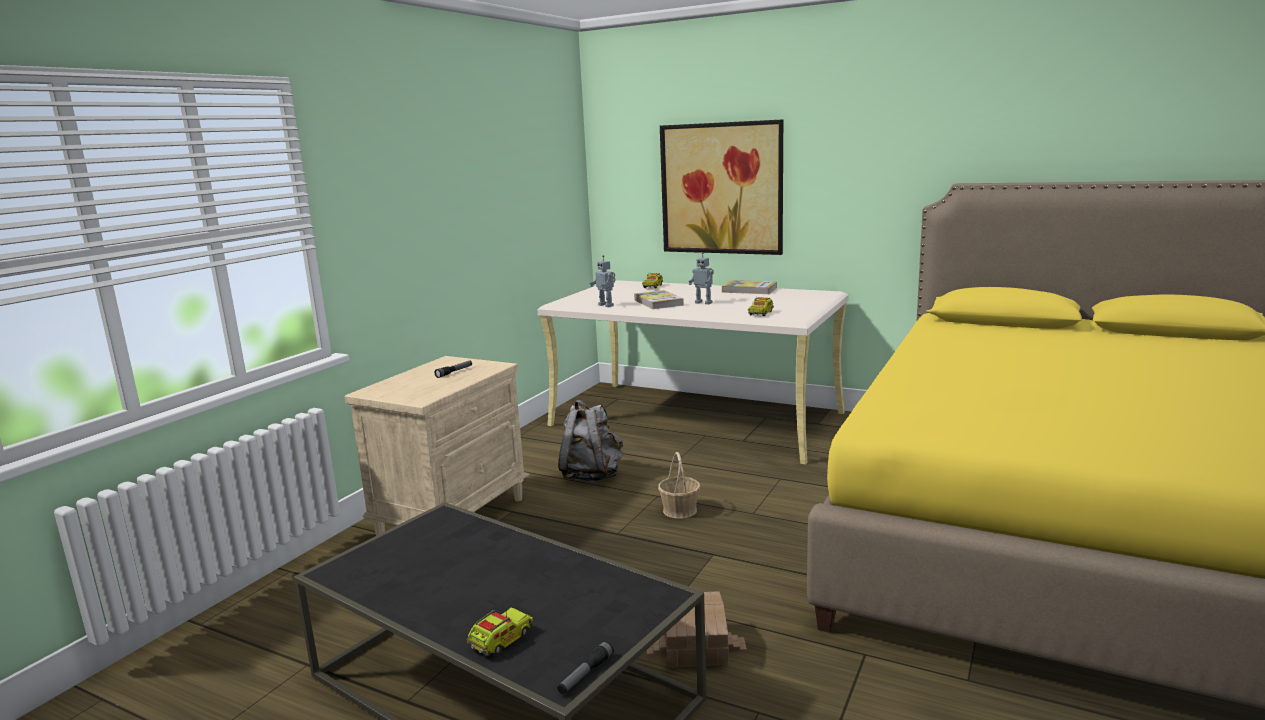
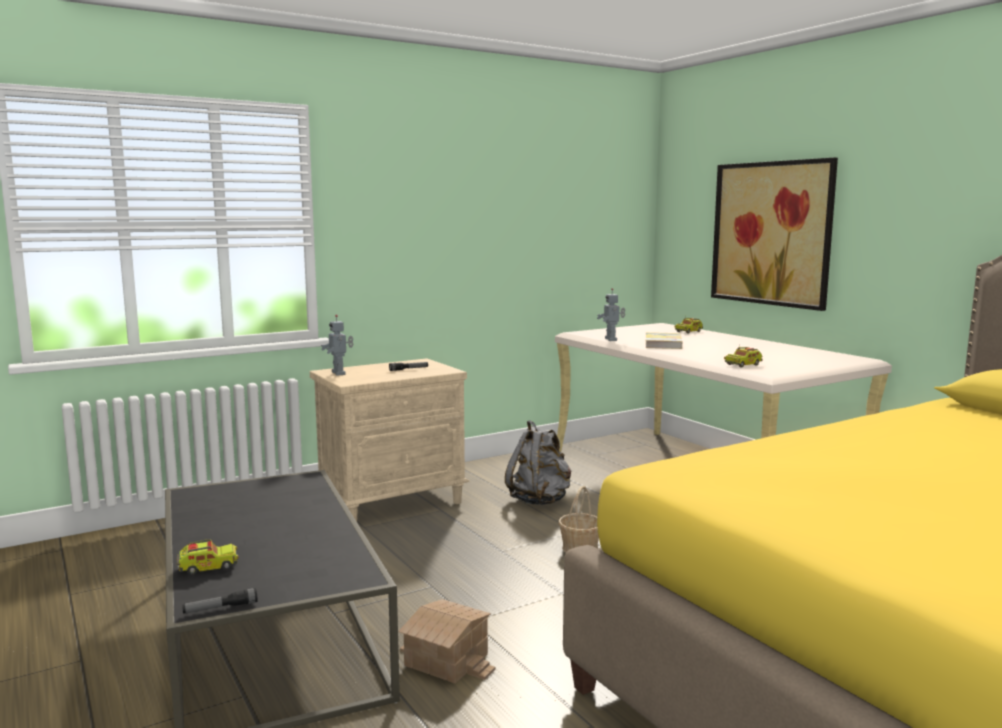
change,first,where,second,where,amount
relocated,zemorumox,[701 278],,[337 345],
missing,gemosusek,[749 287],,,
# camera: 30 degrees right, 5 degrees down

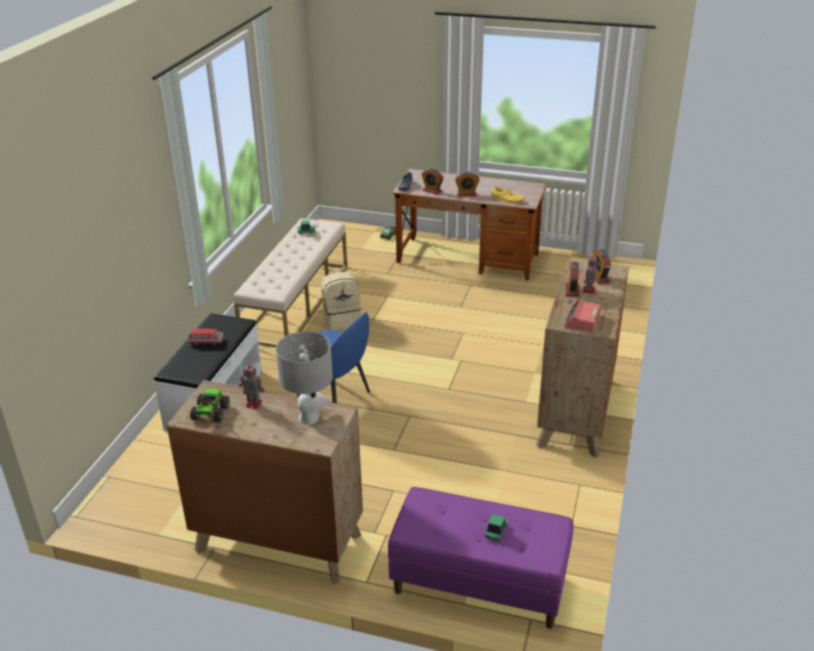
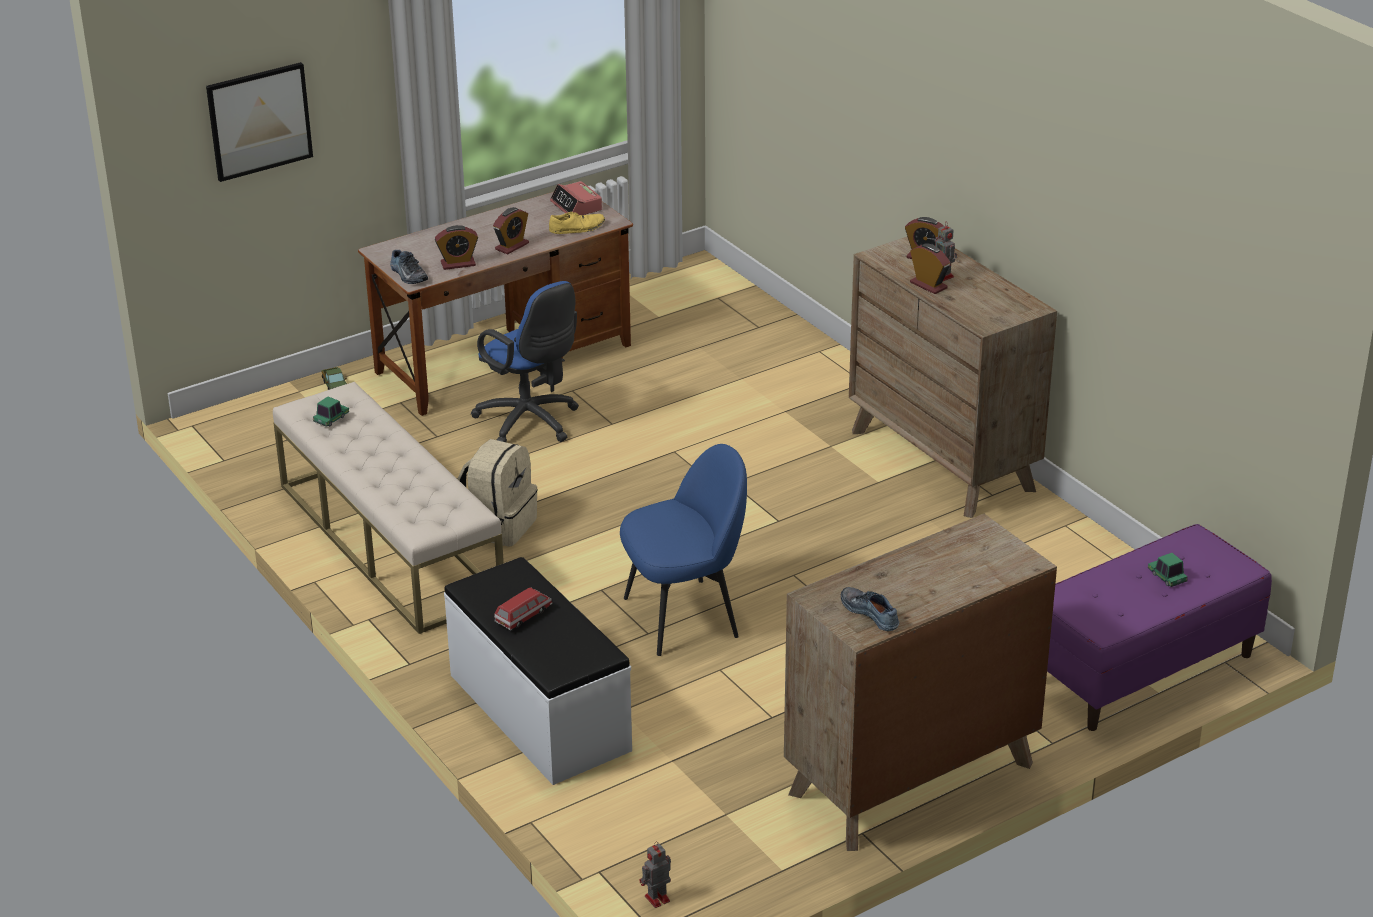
change,first,where,second,where,amount
relocated,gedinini,[582 315],,[576 198],
missing,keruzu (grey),[304 378],,,
relocated,zemorumox,[251 385],,[655 875],
exchanged,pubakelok,[209 405],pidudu,[870 609],
appeared,,,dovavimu,[259 122],
appeared,,,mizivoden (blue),[525 361],
# camera: 50 degrees left, 0 degrees up

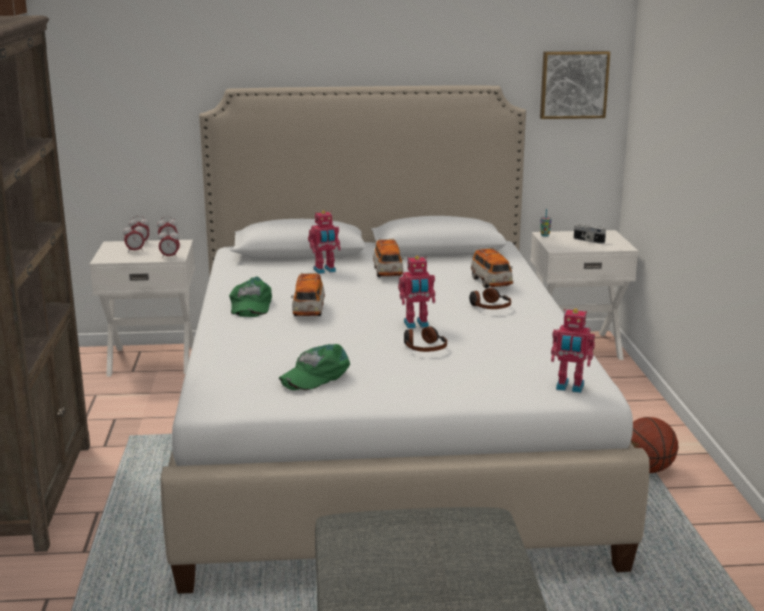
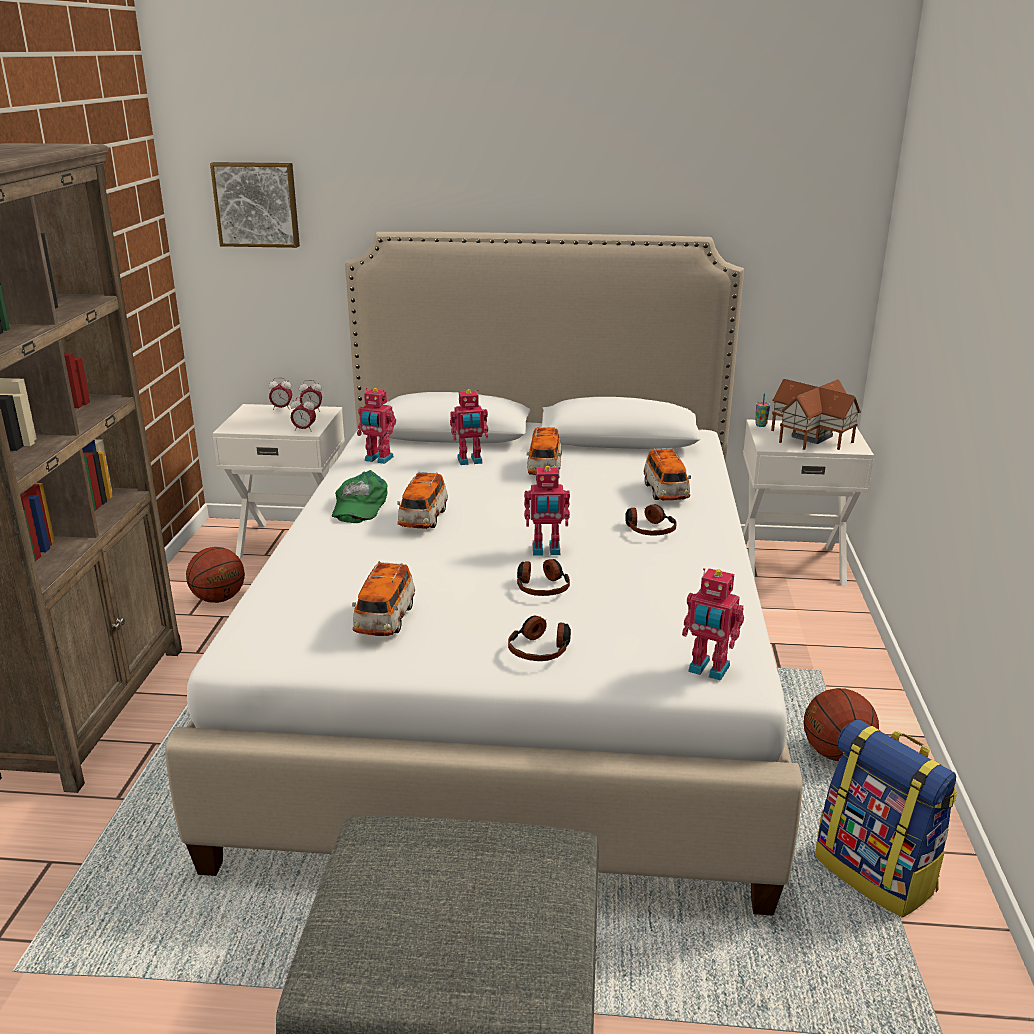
change,first,where,second,where,amount
relocated,dovavimu,[575 85],,[255 205],
missing,gedinini,[134 238],,,
exchanged,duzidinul,[590 234],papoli,[816 414],
exchanged,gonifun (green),[314 367],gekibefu,[383 598],
appeared,,,zemorumox,[376 426],
appeared,,,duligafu,[215 575],
appeared,,,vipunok,[539 638],
appeared,,,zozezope,[886 819],
# camera: 10 degrees right, 5 degrees up

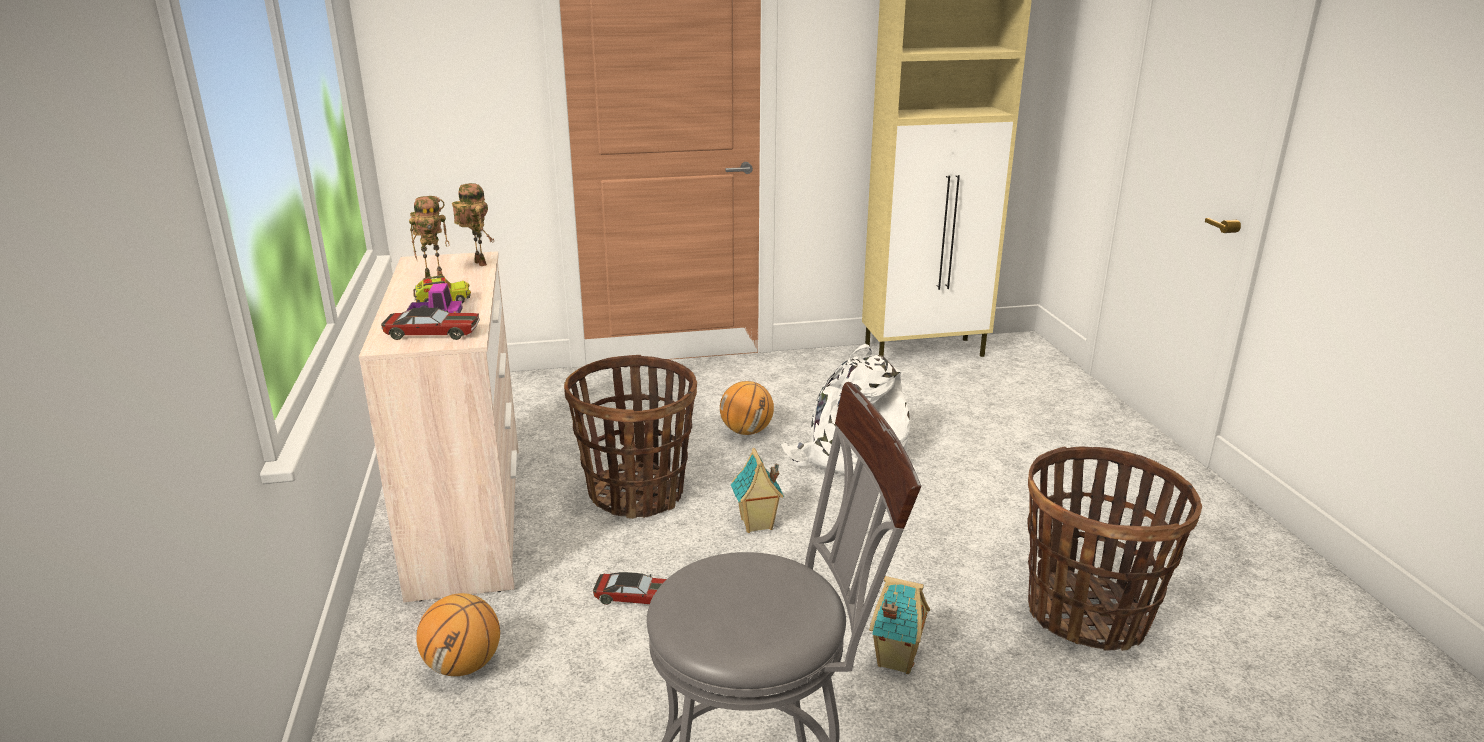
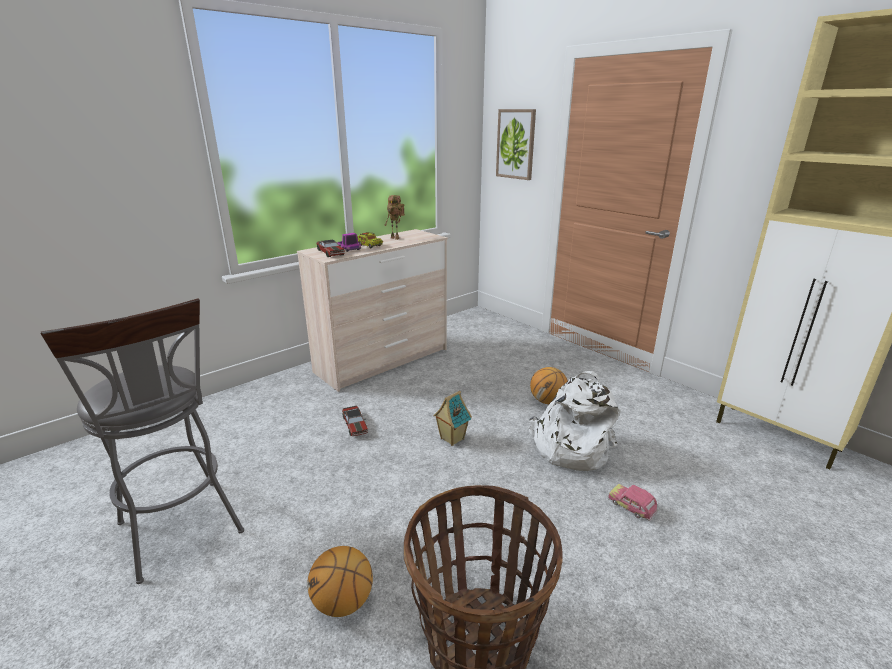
change,first,where,second,where,amount
missing,zemorumox,[473 224],,,
missing,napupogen,[630 437],,,
missing,papoli,[899 625],,,
relocated,duligafu,[458 634],,[340 581],
appeared,,,dovavimu,[516 144],
appeared,,,gekibefu,[633 502],
# camera: 60 degrees right, 0 degrees up

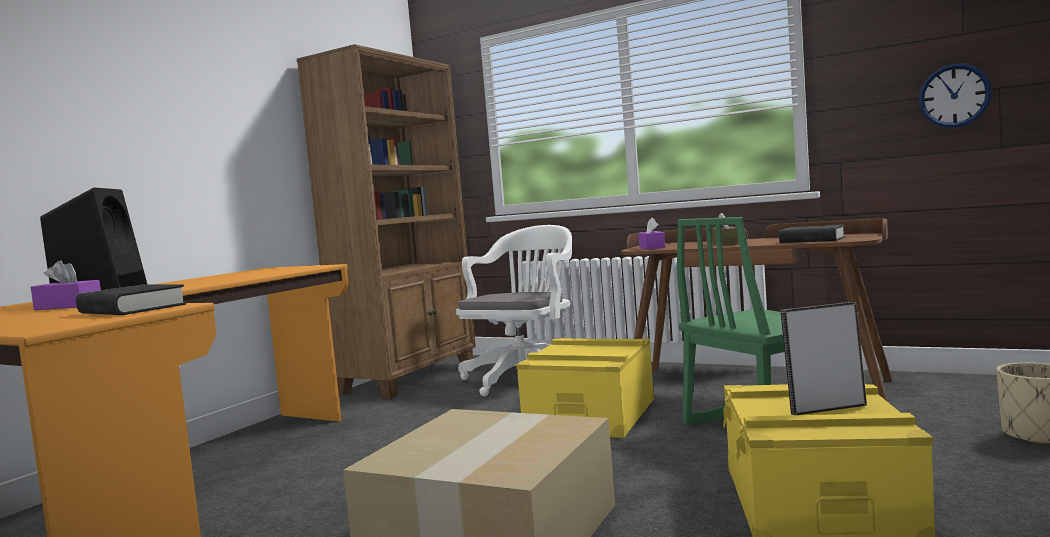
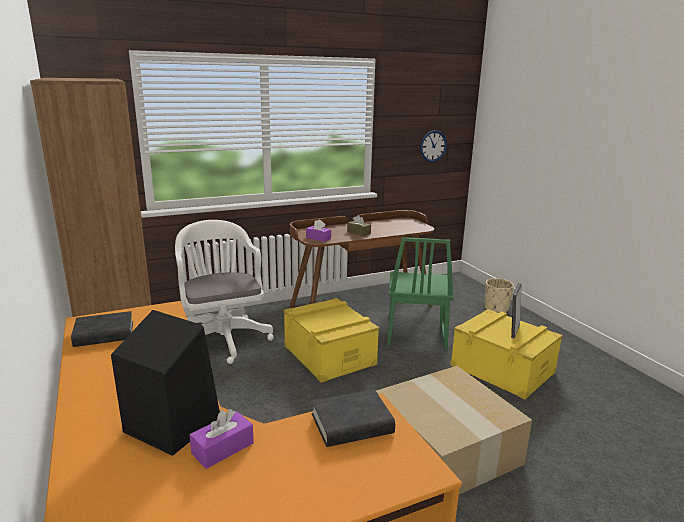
change,first,where,second,where,amount
relocated,gemosusek (black),[812 233],,[102 329],
# camera: 55 degrees left, 15 degrees up

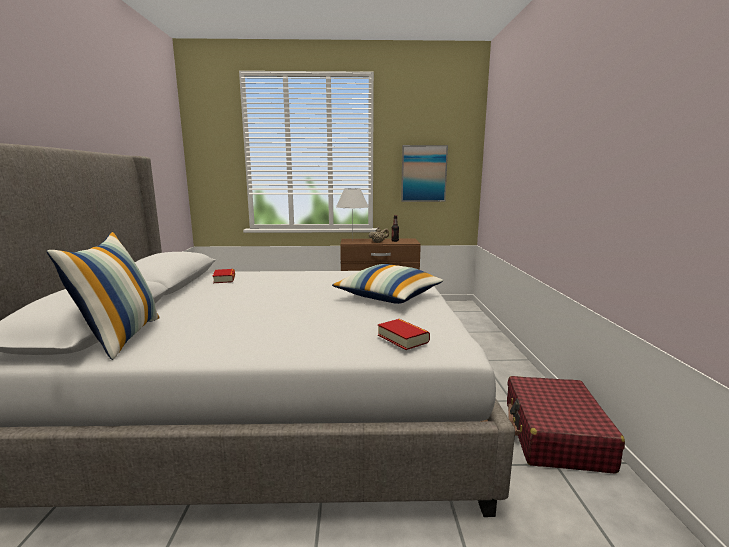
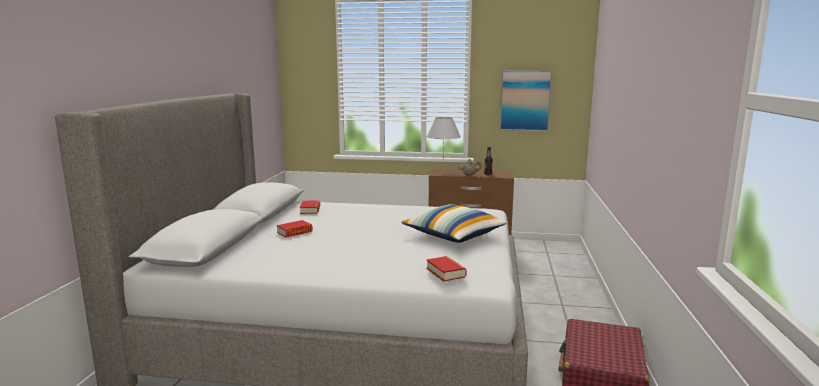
change,first,where,second,where,amount
missing,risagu,[103 296],,,
appeared,,,gemosusek,[295 228],
# camera: 10 degrees right, 0 degrees up

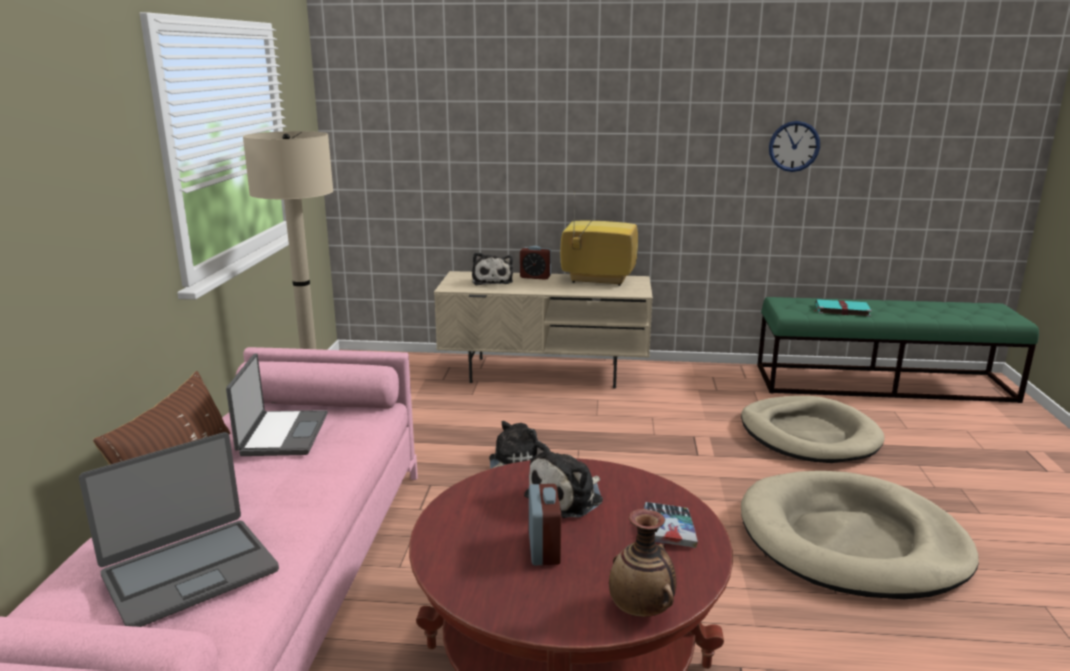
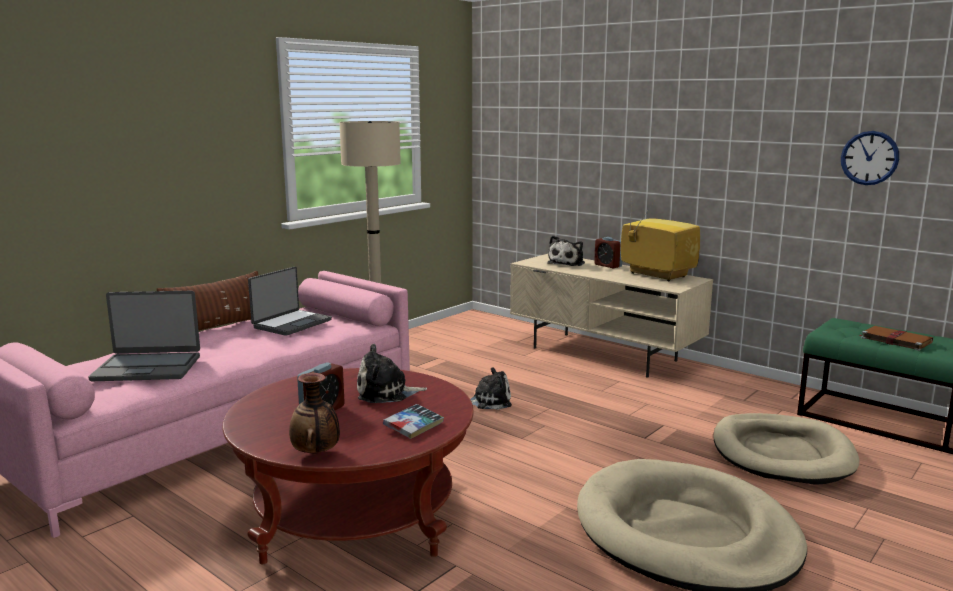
change,first,where,second,where,amount
colour,gemosusek (turquoise),[843 308],gemosusek (brown),[895 338],
# camera: 35 degrees right, 5 degrees down

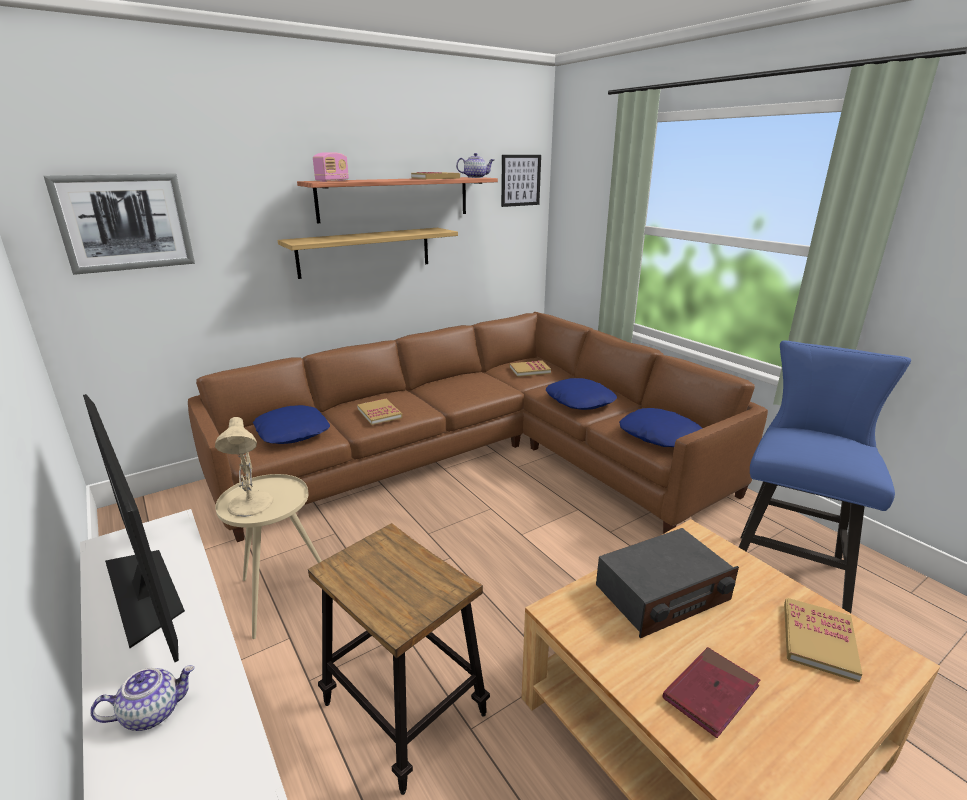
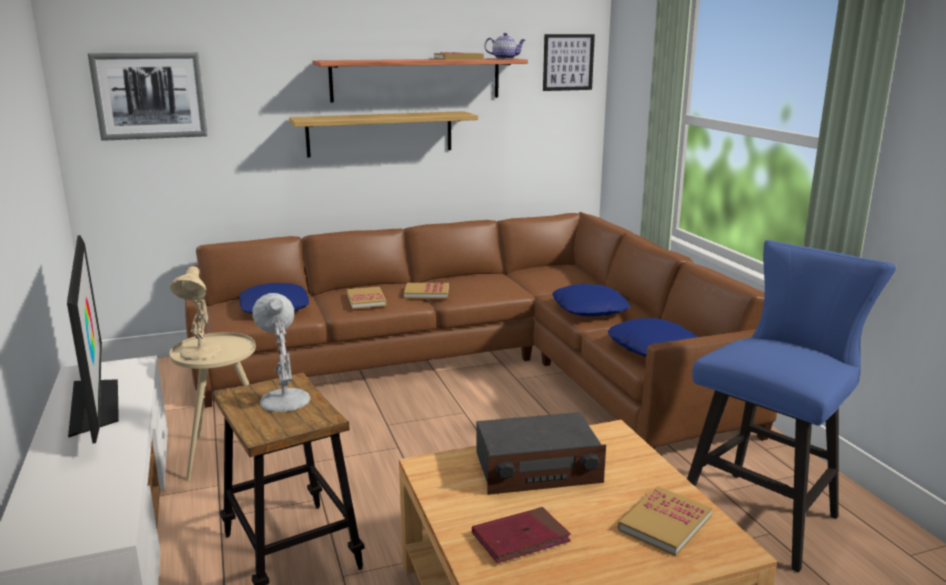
change,first,where,second,where,amount
missing,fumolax,[331 167],,,
relocated,gemosusek,[530 369],,[426 290],
missing,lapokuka,[143 698],,,
appeared,,,keruzu (white),[281 352],
# camera: 15 degrees right, 5 degrees down

